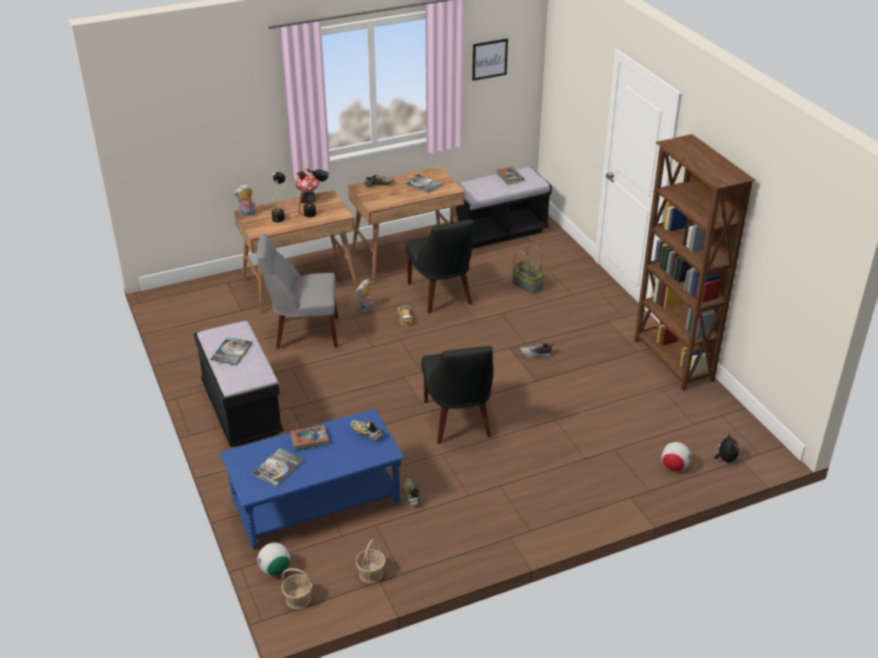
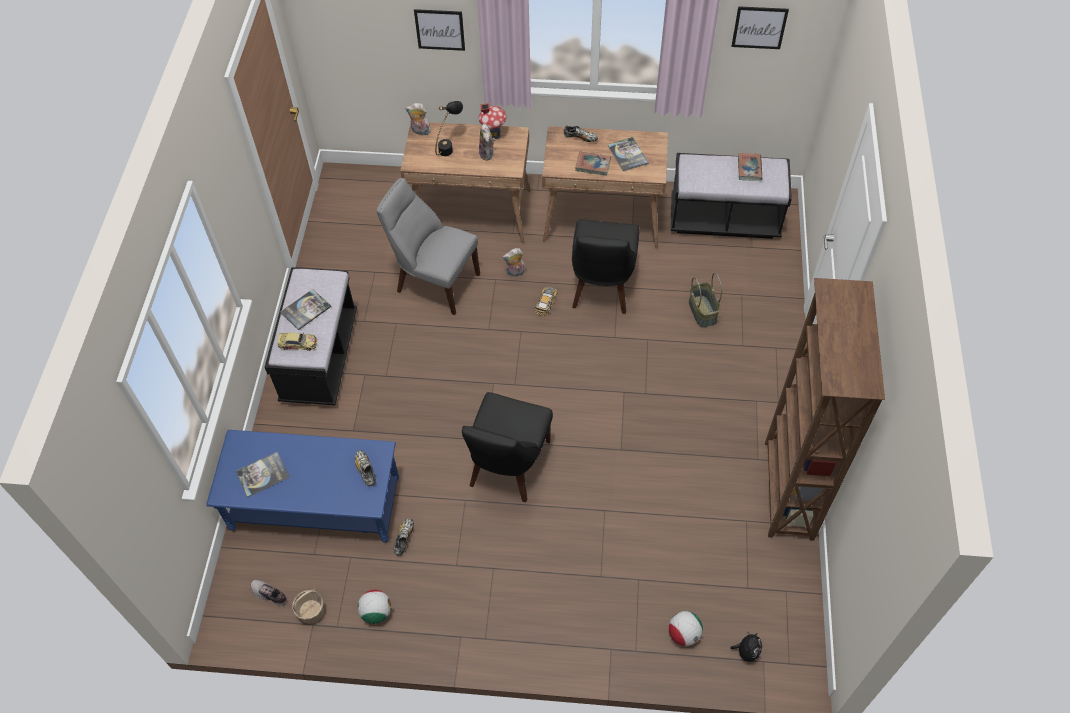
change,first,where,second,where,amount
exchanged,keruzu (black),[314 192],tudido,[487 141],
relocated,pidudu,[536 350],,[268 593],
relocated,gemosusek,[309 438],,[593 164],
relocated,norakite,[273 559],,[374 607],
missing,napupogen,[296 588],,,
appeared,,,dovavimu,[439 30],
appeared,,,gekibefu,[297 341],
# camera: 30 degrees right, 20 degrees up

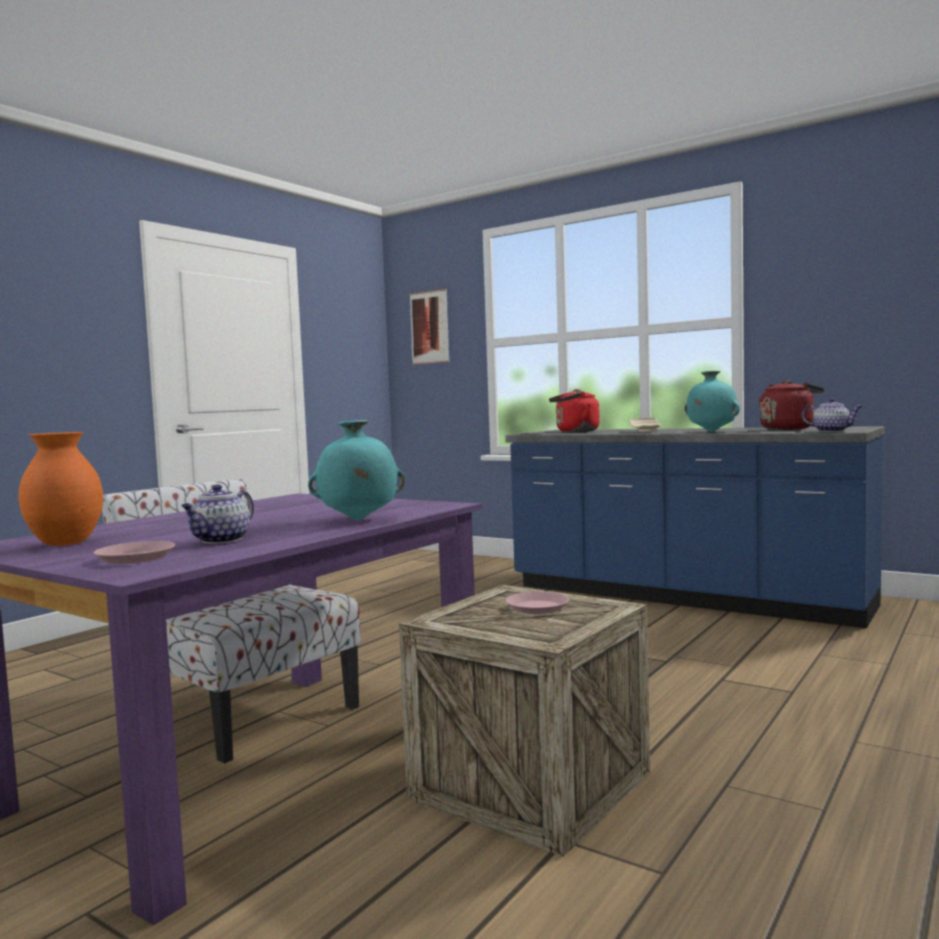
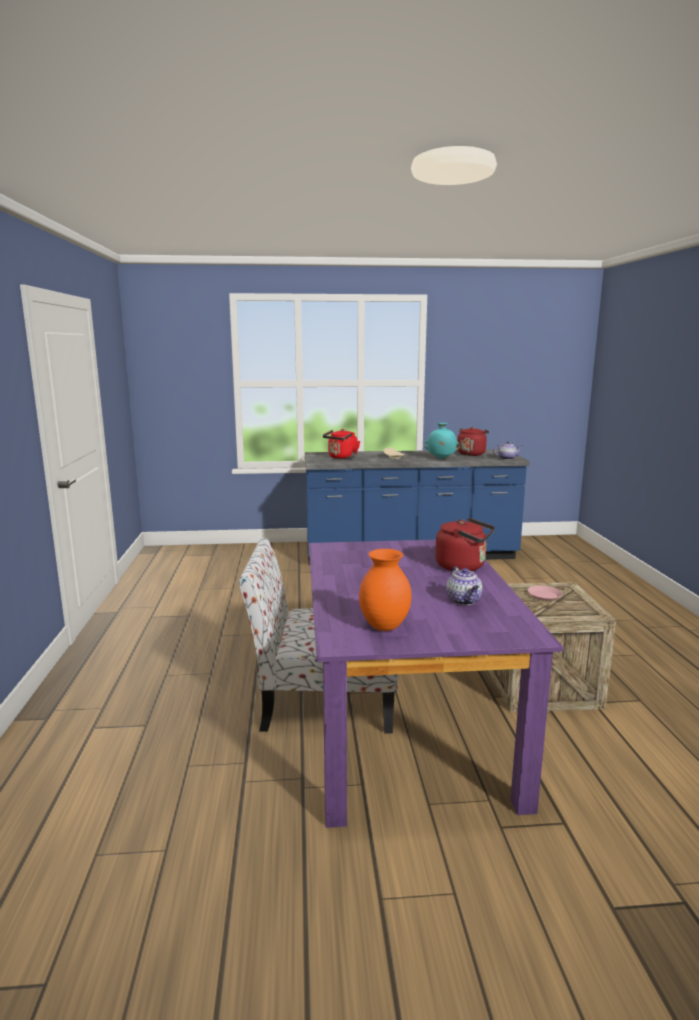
change,first,where,second,where,amount
missing,dovavimu,[429 327],,,
exchanged,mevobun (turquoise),[356 470],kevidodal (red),[465 544],
missing,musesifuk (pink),[134 552],,,
# camera: 40 degrees left, 10 degrees up

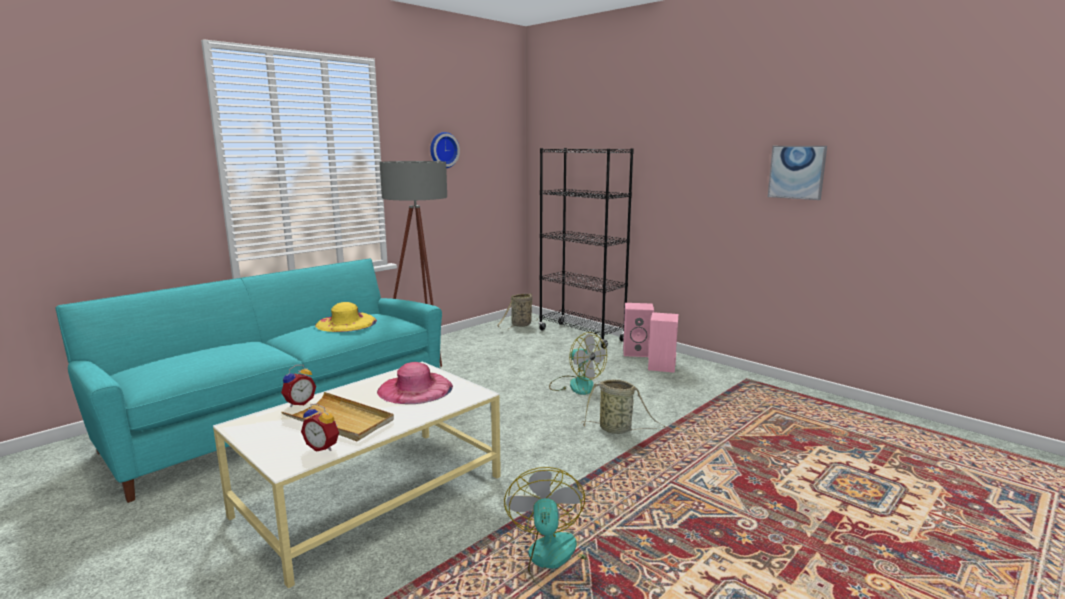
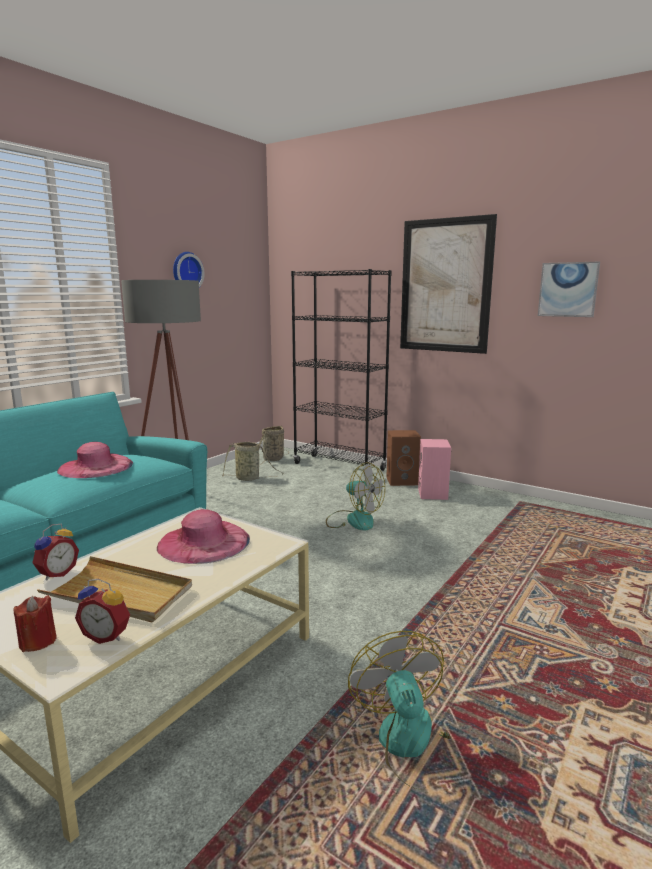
change,first,where,second,where,amount
colour,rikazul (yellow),[346 317],rikazul (pink),[95 460],
colour,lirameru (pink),[638 330],lirameru (brown),[403 458],
relocated,napupogen,[623 406],,[253 461],
appeared,,,dovavimu,[448 284],
appeared,,,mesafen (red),[35 623],
# camera: 10 degrees left, 0 degrees up

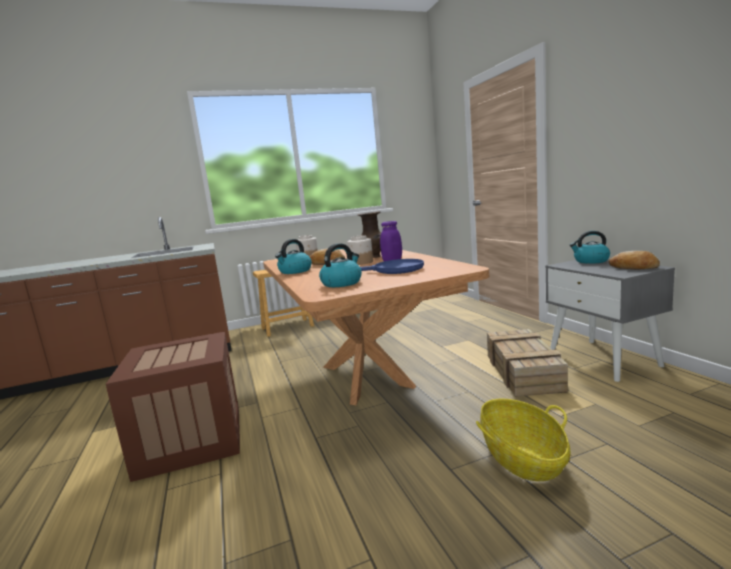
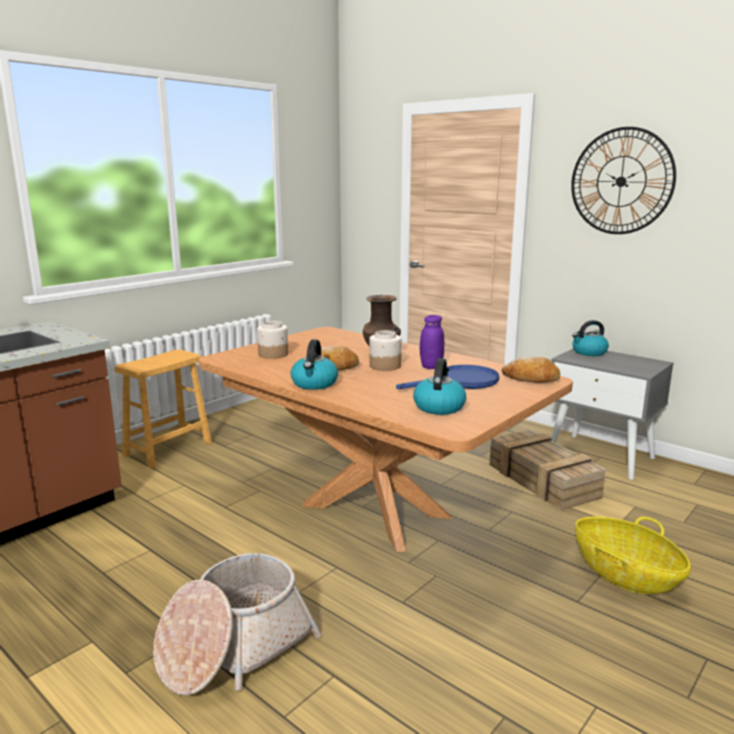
change,first,where,second,where,amount
relocated,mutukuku,[634 260],,[531 370],
exchanged,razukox,[173 407],napupogen,[237 624],
appeared,,,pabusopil,[623 180],
# camera: 30 degrees left, 5 degrees up

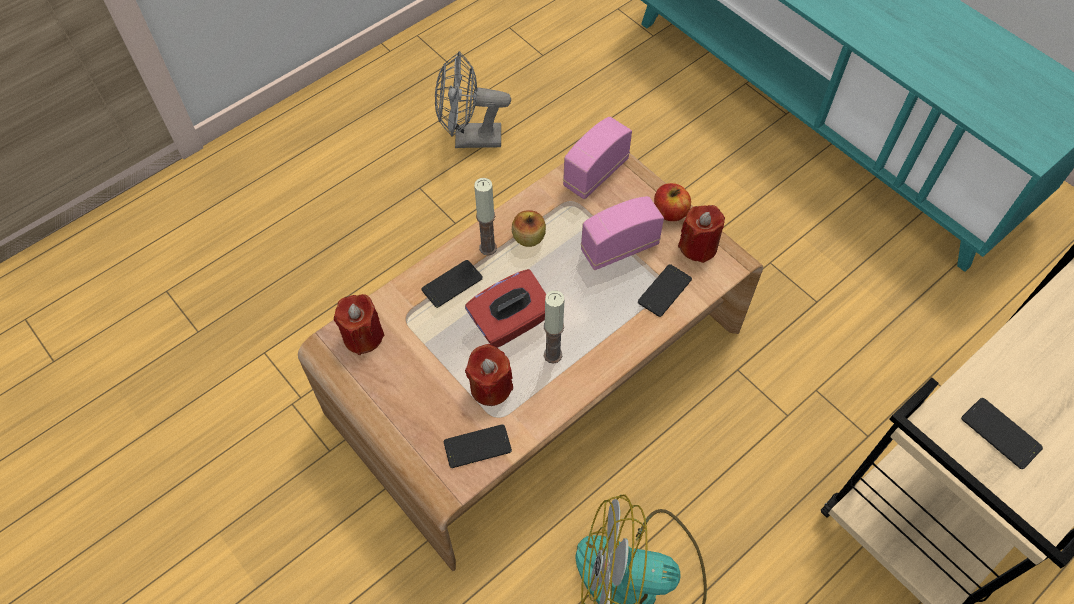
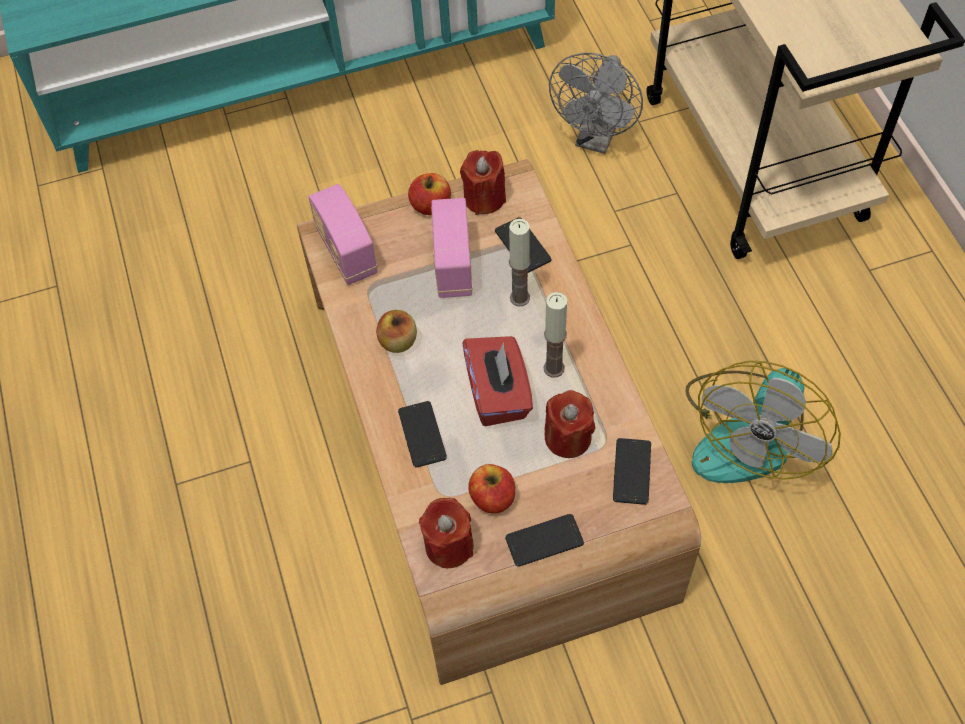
change,first,where,second,where,amount
relocated,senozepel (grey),[473 99],,[596 103],
relocated,mesafen,[485 216],,[520 262],
relocated,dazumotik,[1002 433],,[544 540],
appeared,,,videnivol,[491 488],
# camera: 65 degrees left, 0 degrees up

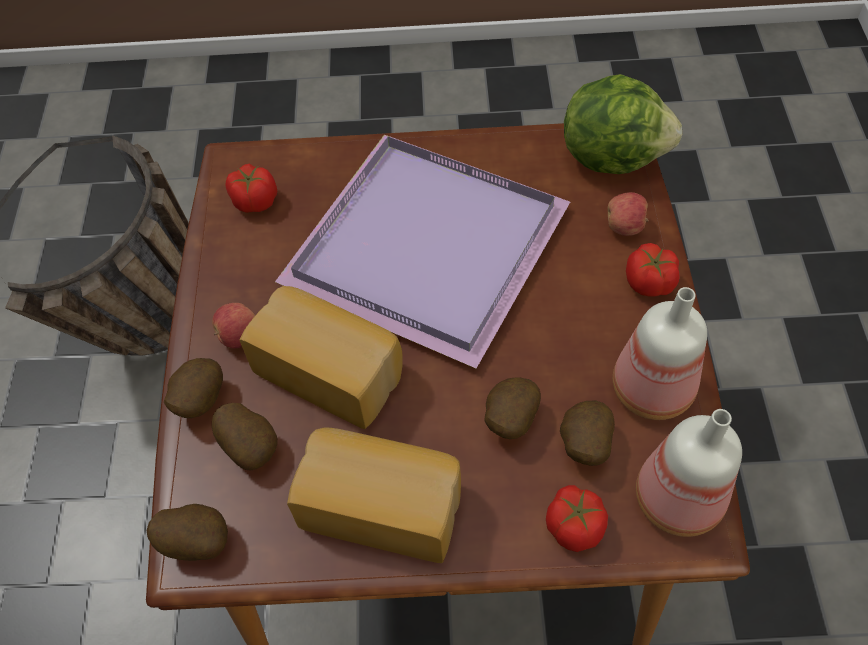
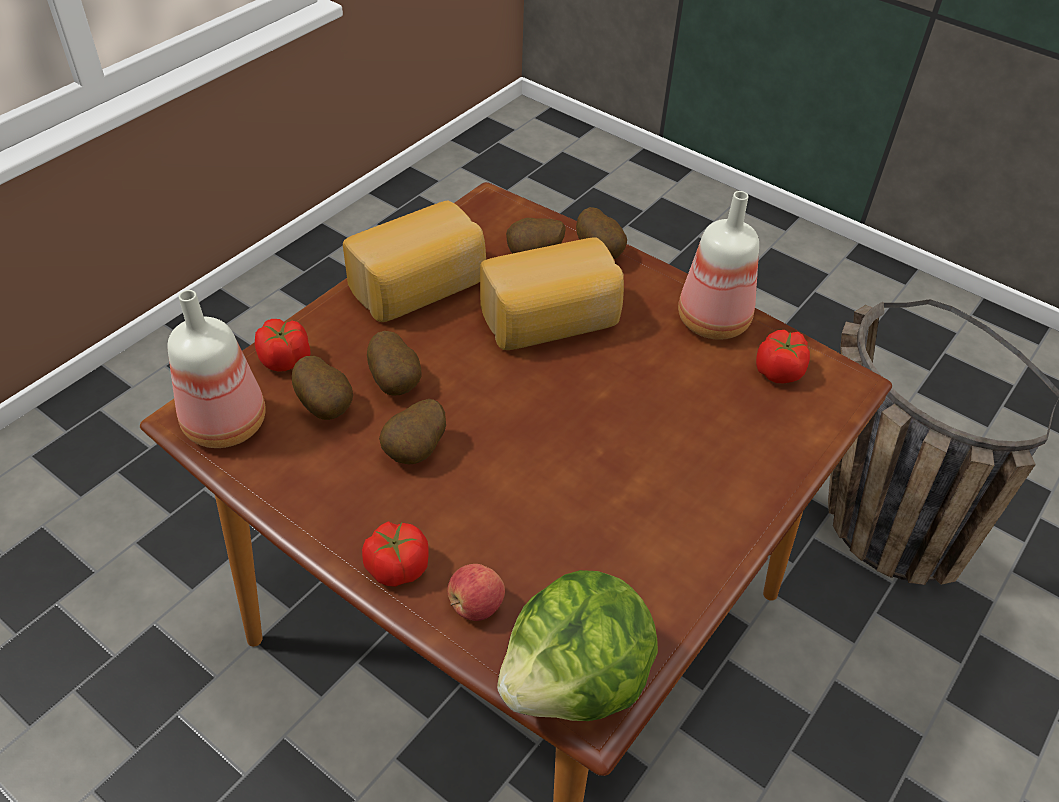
change,first,where,second,where,amount
missing,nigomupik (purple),[422 251],,,
relocated,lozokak,[660 353],,[718 265],
missing,videnivol,[233 325],,,
relocated,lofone,[187 532],,[412 432],
# camera: 125 degrees right, 10 degrees down

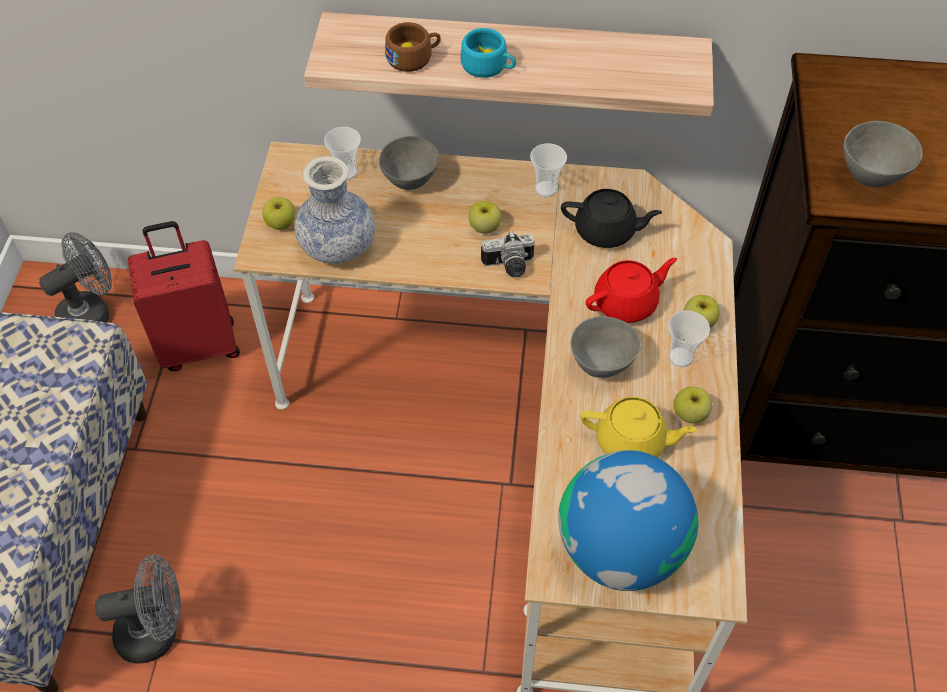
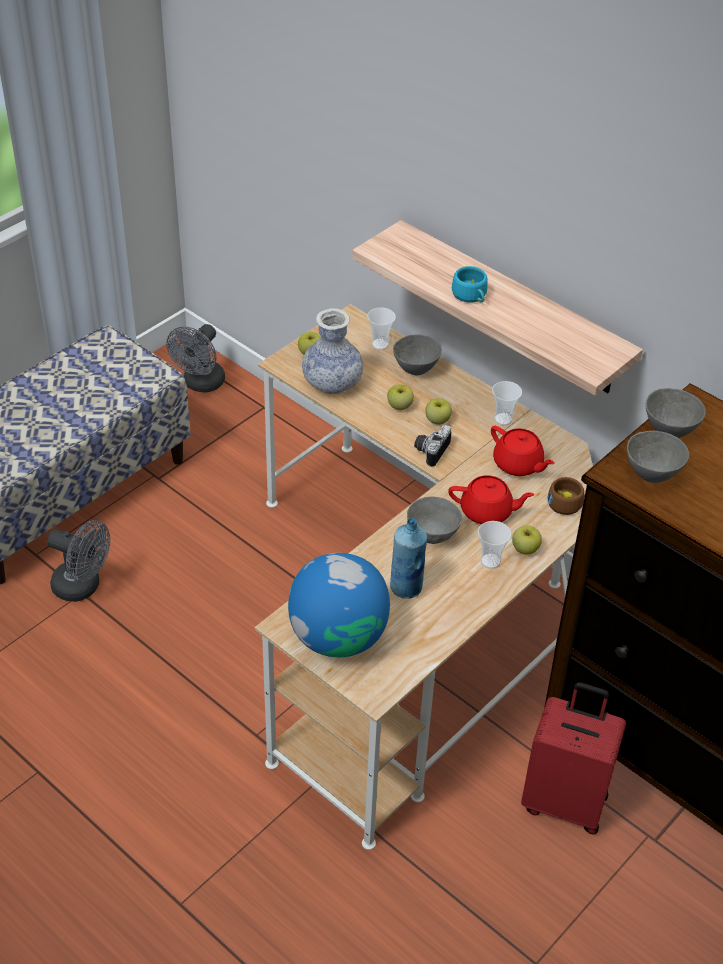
change,first,where,second,where,amount
relocated,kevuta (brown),[413 47],,[566 496],
colour,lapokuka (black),[612 218],lapokuka (red),[523 451],
relocated,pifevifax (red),[184 296],,[573 758],
spun,senozepel (grey),[75 277],,[195 358],120 degrees clockwise
spun,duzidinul,[508 254],,[433 446],90 degrees clockwise
relocated,videnivol,[693 404],,[400 397],
exchanged,lapokuka (yellow),[638 427],lozokak (blue),[408 558],
appeared,,,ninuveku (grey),[675 413],
# camera: 35 degrees right, 10 degrees down

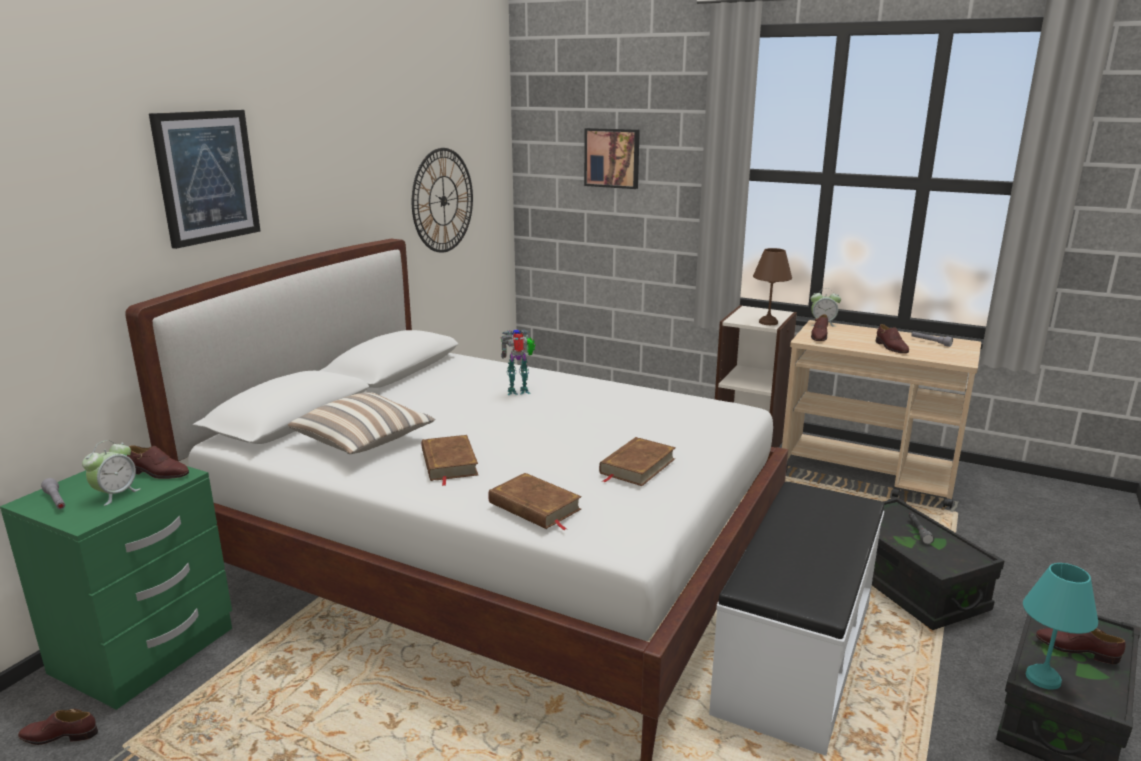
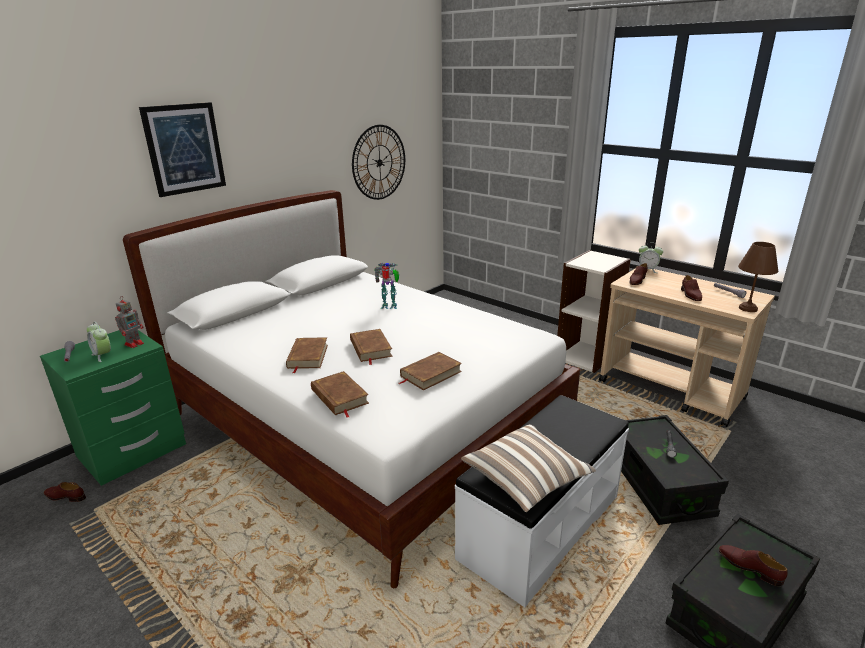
change,first,where,second,where,amount
missing,dovavimu,[612 158],,,
relocated,keruzu (brown),[772 286],,[758 277],
relocated,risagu,[361 423],,[528 468],
spun,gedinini,[111 473],,[99 342],90 degrees clockwise
exchanged,pidudu (brown),[158 462],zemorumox,[129 322],
missing,keruzu (turquoise),[1060 626],,,
appeared,,,gemosusek (brown),[371 347],
# camera: 15 degrees right, 5 degrees up

